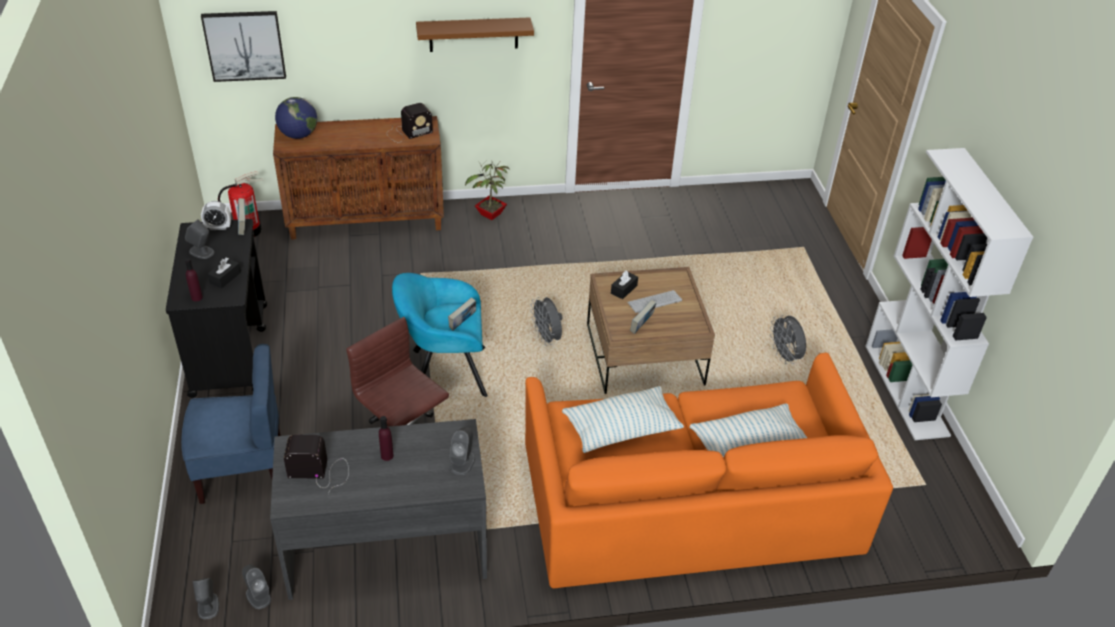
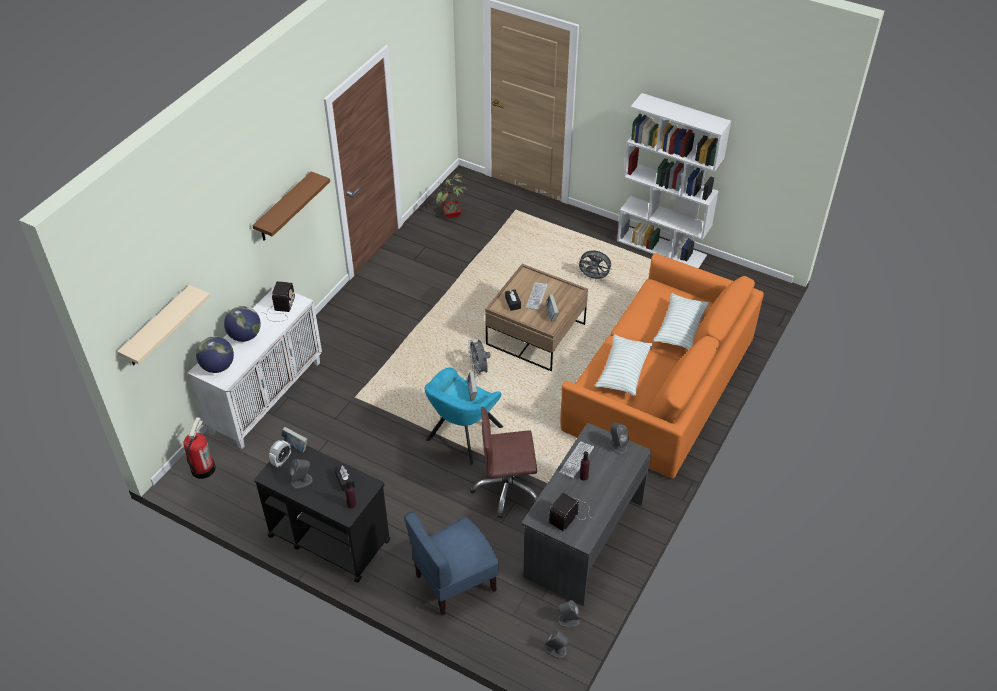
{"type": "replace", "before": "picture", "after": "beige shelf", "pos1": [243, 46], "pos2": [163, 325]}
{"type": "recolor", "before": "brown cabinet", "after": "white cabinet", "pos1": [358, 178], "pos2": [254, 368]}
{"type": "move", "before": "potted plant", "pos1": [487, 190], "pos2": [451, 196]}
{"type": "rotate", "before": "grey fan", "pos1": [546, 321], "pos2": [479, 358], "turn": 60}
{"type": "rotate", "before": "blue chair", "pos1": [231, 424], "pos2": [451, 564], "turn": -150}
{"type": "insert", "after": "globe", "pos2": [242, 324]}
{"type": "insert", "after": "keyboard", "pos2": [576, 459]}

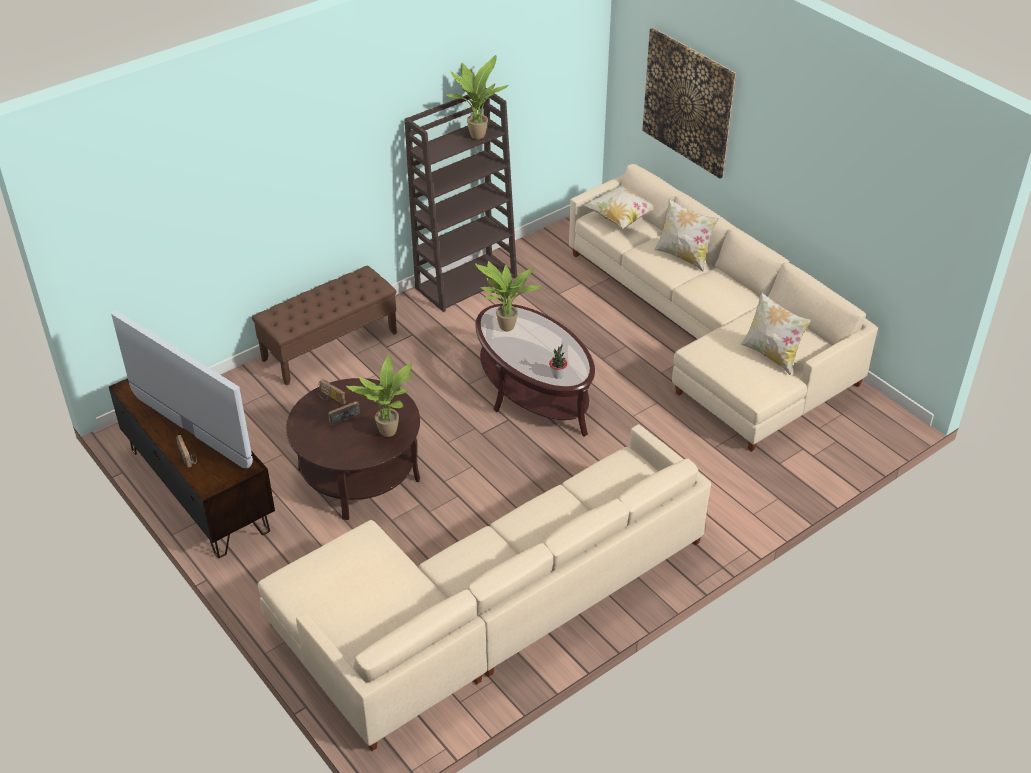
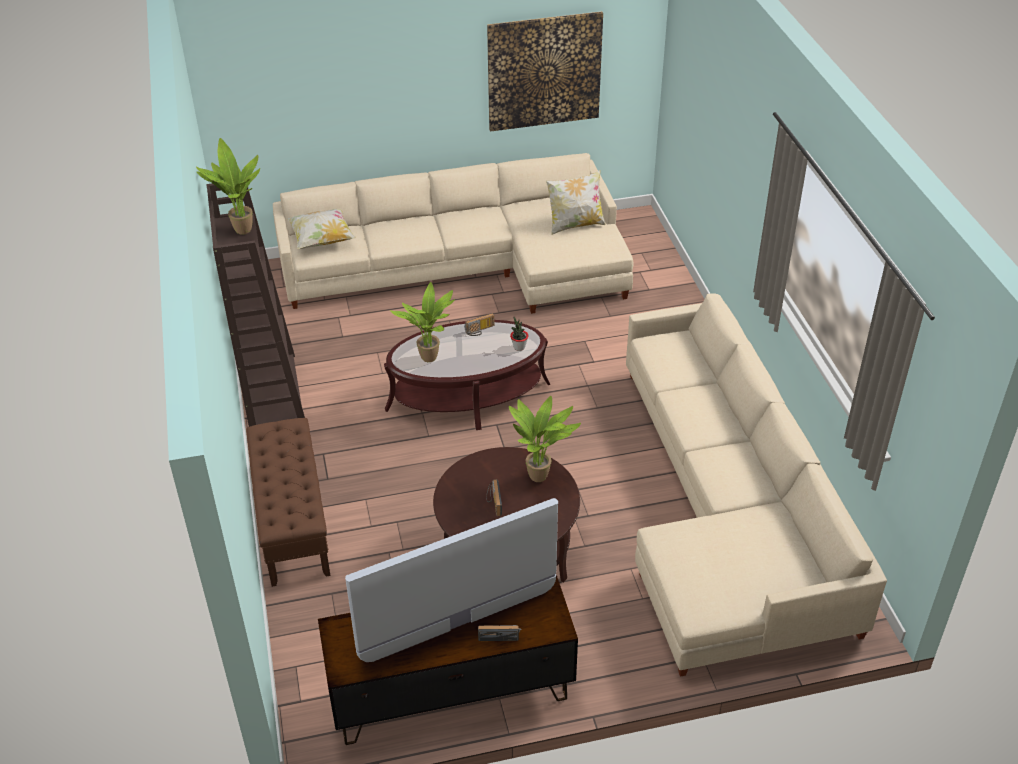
{"type": "move", "before": "picture", "pos1": [689, 103], "pos2": [545, 71]}
{"type": "delete", "before": "pillow", "pos1": [687, 235]}
{"type": "move", "before": "radio", "pos1": [331, 392], "pos2": [479, 324]}

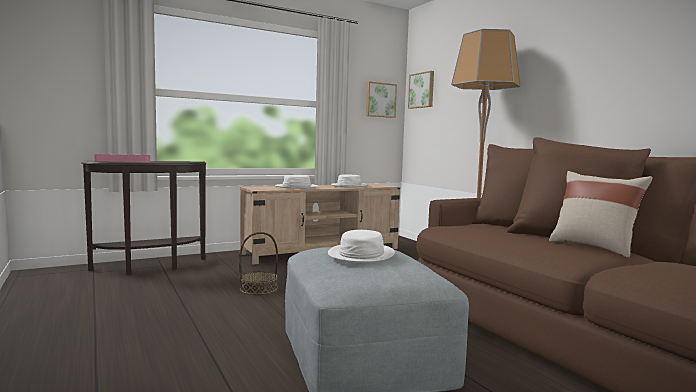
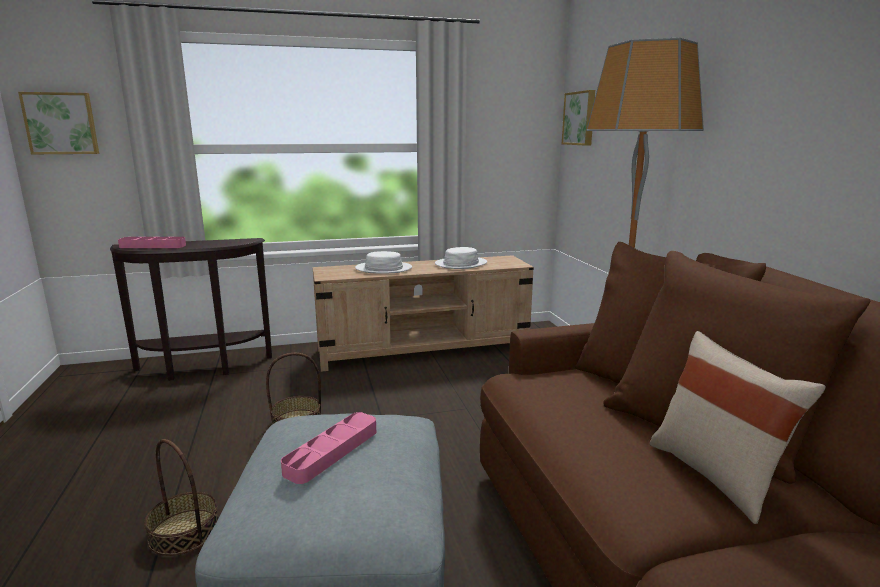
{"type": "move", "before": "picture", "pos1": [381, 99], "pos2": [58, 123]}
{"type": "replace", "before": "white hat", "after": "pink tray", "pos1": [361, 246], "pos2": [328, 448]}
{"type": "insert", "after": "basket", "pos2": [181, 497]}

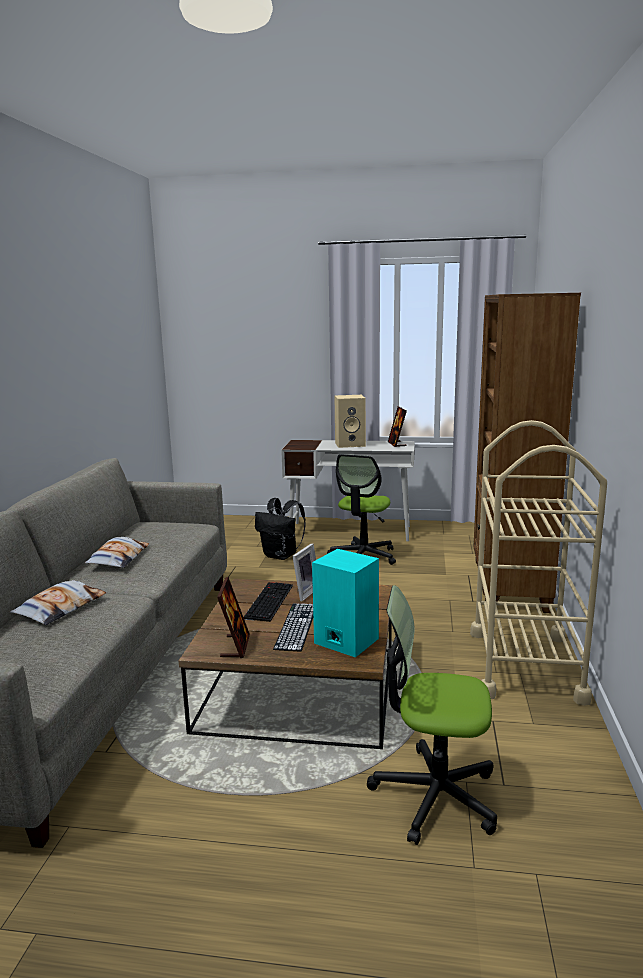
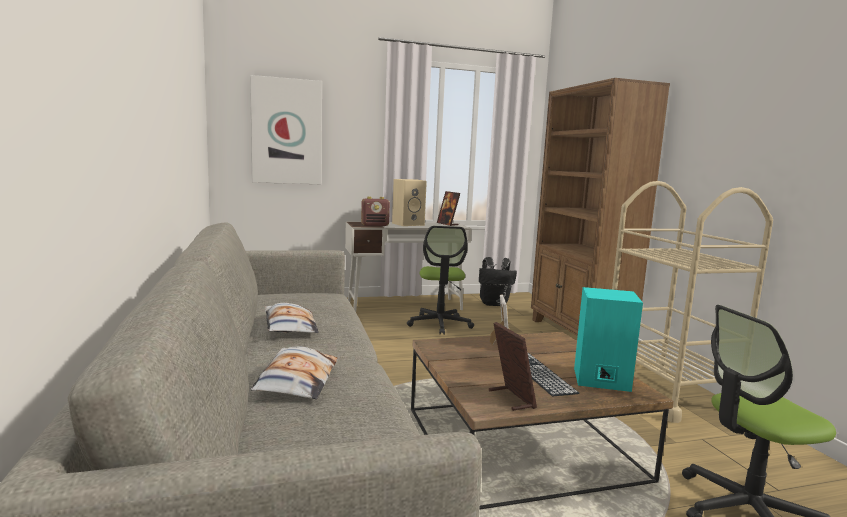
{"type": "move", "before": "black backpack", "pos1": [280, 529], "pos2": [498, 281]}
{"type": "delete", "before": "keyboard", "pos1": [268, 602]}
{"type": "insert", "after": "picture", "pos2": [286, 129]}
{"type": "insert", "after": "radio", "pos2": [375, 211]}

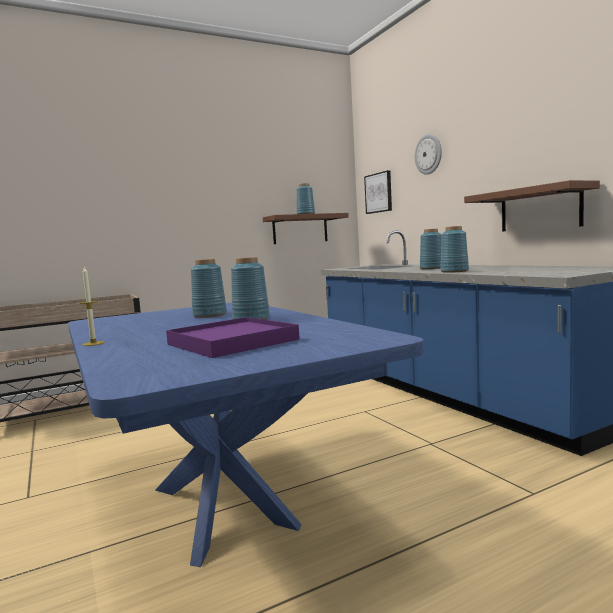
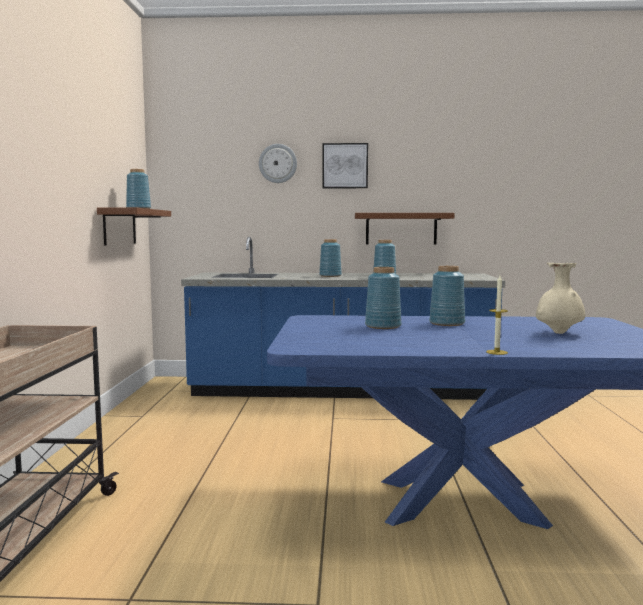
{"type": "move", "before": "picture", "pos1": [378, 192], "pos2": [345, 165]}
{"type": "replace", "before": "purple tray", "after": "beige vase", "pos1": [233, 337], "pos2": [560, 298]}

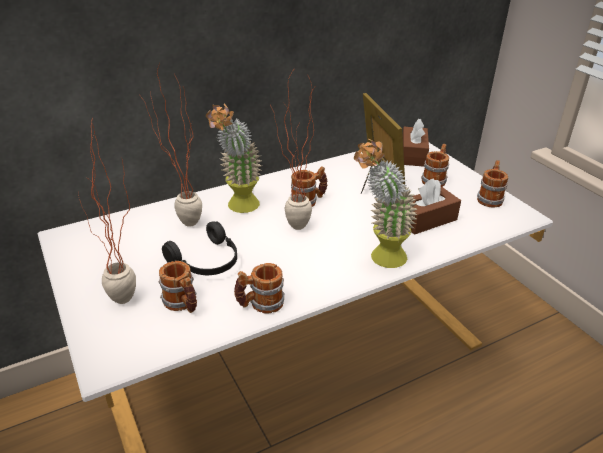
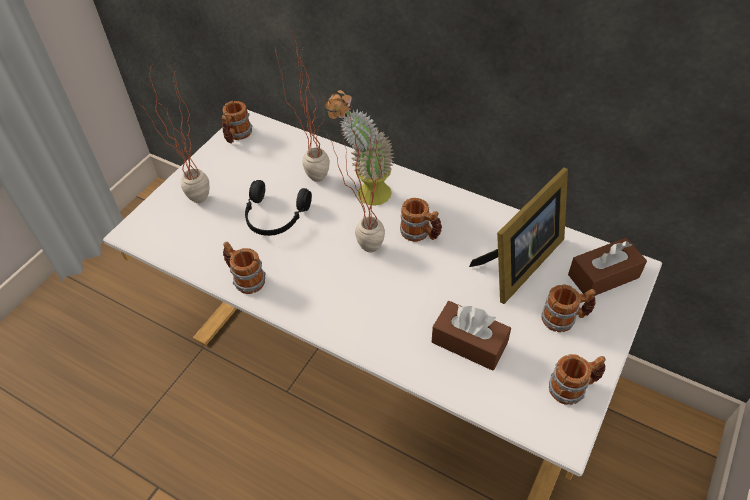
{"type": "delete", "before": "potted plant", "pos1": [386, 203]}
{"type": "move", "before": "mug", "pos1": [178, 287], "pos2": [237, 122]}

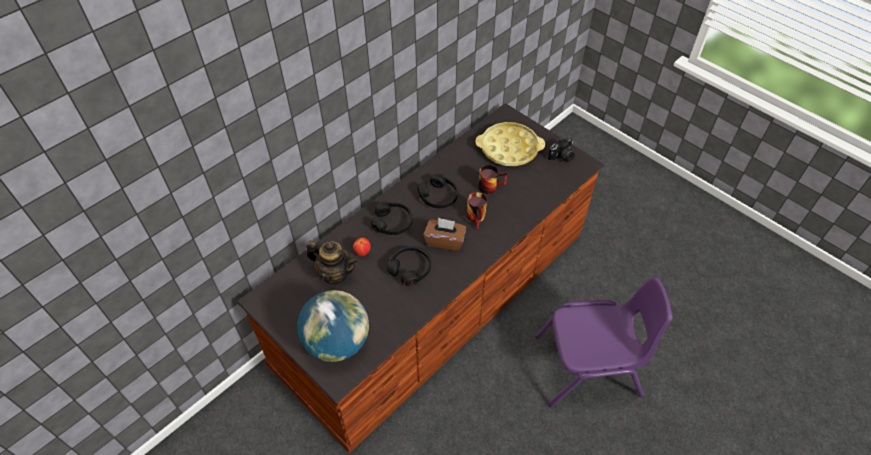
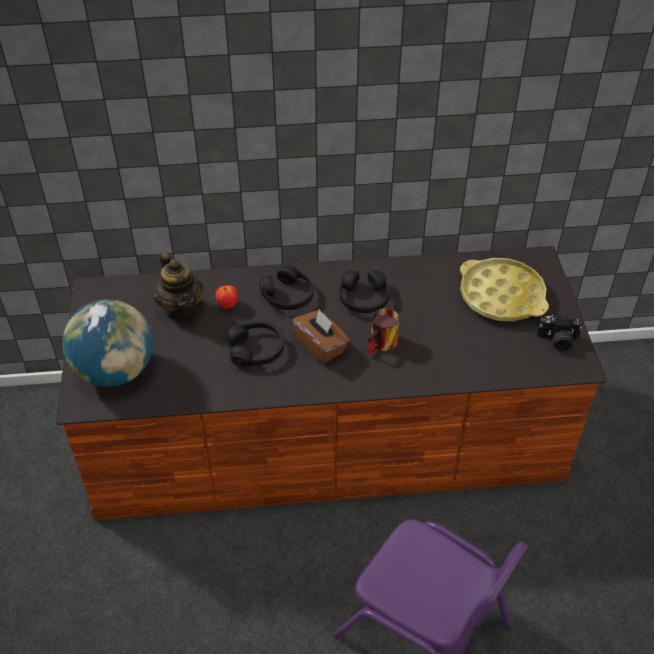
{"type": "delete", "before": "mug", "pos1": [492, 179]}

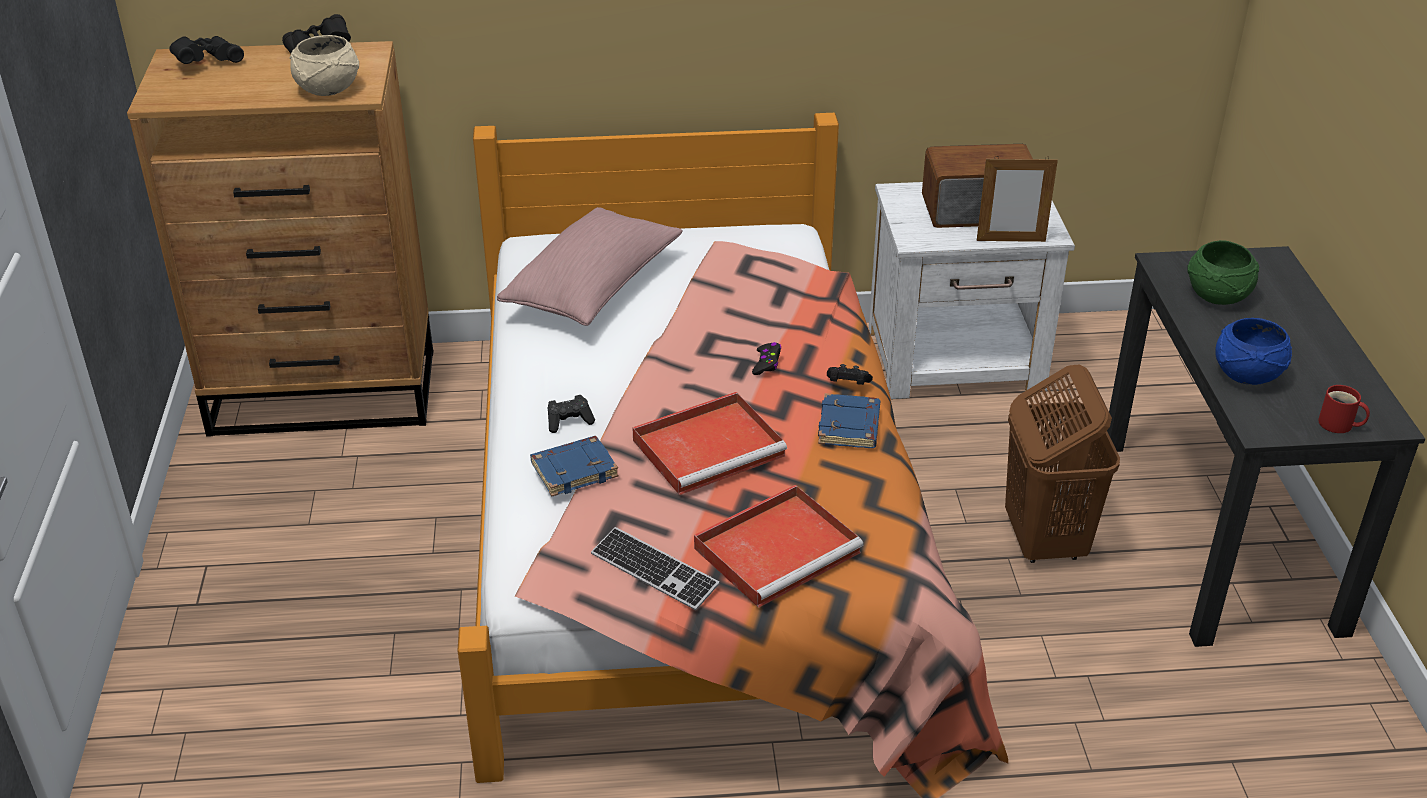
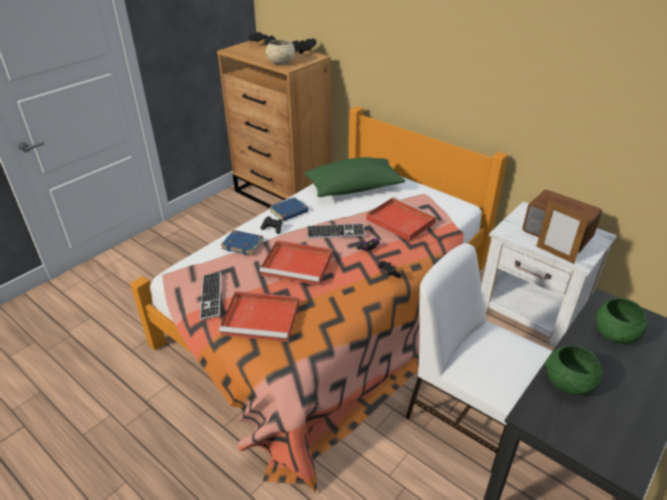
{"type": "recolor", "before": "pink pillow", "after": "green pillow", "pos1": [590, 266], "pos2": [354, 177]}
{"type": "recolor", "before": "blue bowl", "after": "green bowl", "pos1": [1253, 351], "pos2": [574, 370]}
{"type": "replace", "before": "brown laundry basket", "after": "white chair", "pos1": [1062, 463], "pos2": [478, 357]}
{"type": "delete", "before": "red mug", "pos1": [1344, 409]}
{"type": "move", "before": "blue book", "pos1": [849, 420], "pos2": [289, 209]}
{"type": "insert", "after": "red tray", "pos2": [401, 219]}
{"type": "insert", "after": "keyboard", "pos2": [336, 230]}

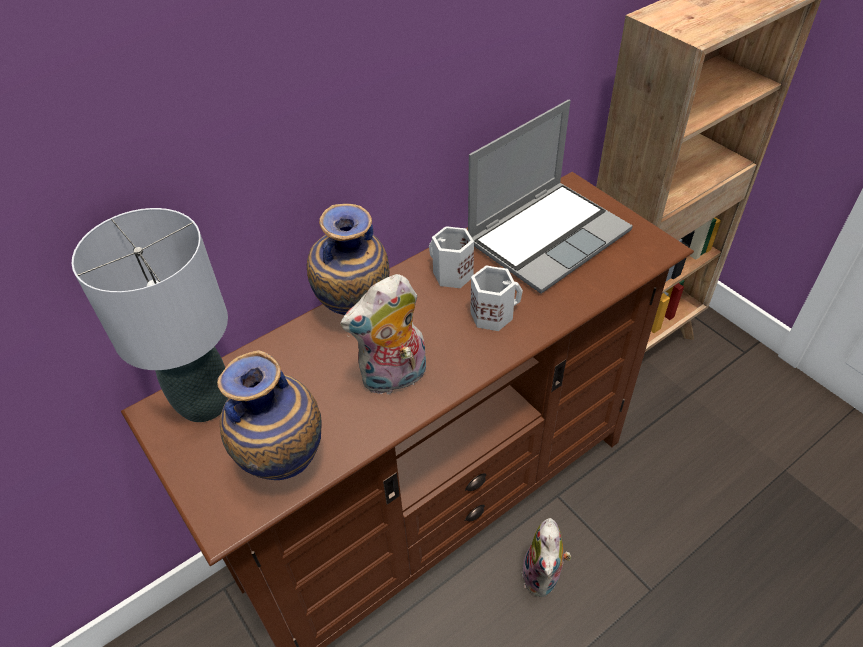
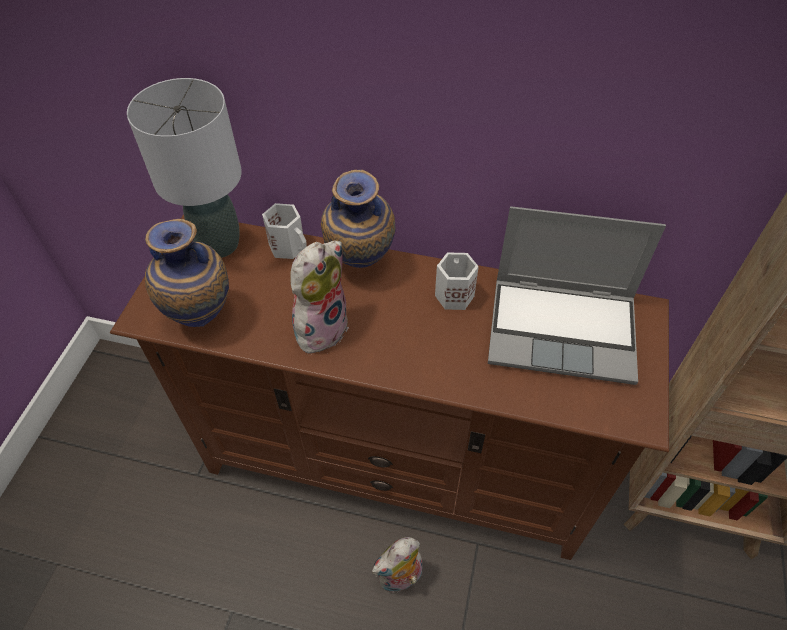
{"type": "move", "before": "white mug", "pos1": [496, 298], "pos2": [284, 231]}
{"type": "rotate", "before": "plush toy", "pos1": [383, 334], "pos2": [319, 297], "turn": 105}

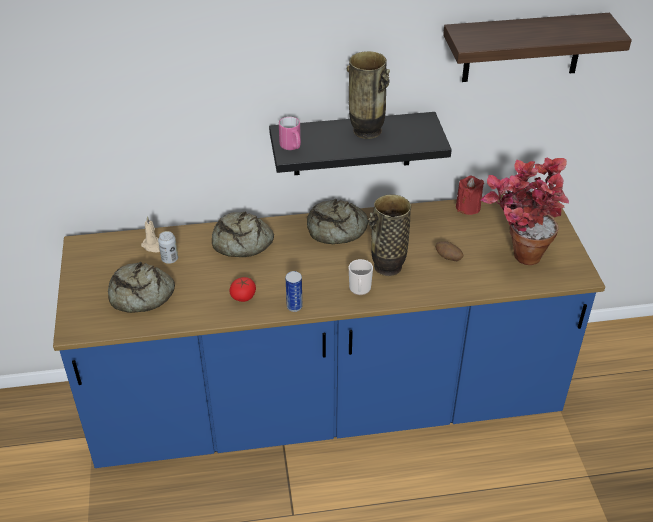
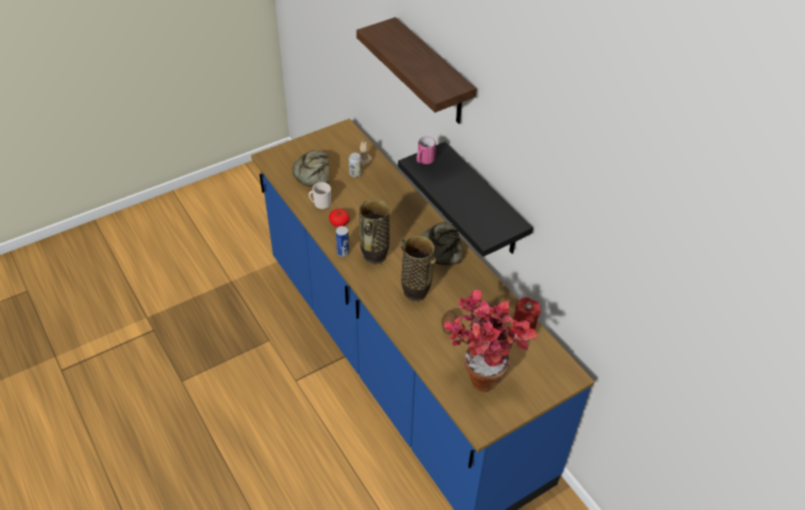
{"type": "move", "before": "shelf", "pos1": [537, 47], "pos2": [416, 70]}
{"type": "move", "before": "vase", "pos1": [368, 95], "pos2": [374, 231]}
{"type": "delete", "before": "bread", "pos1": [243, 234]}
{"type": "move", "before": "mug", "pos1": [361, 277], "pos2": [320, 195]}

